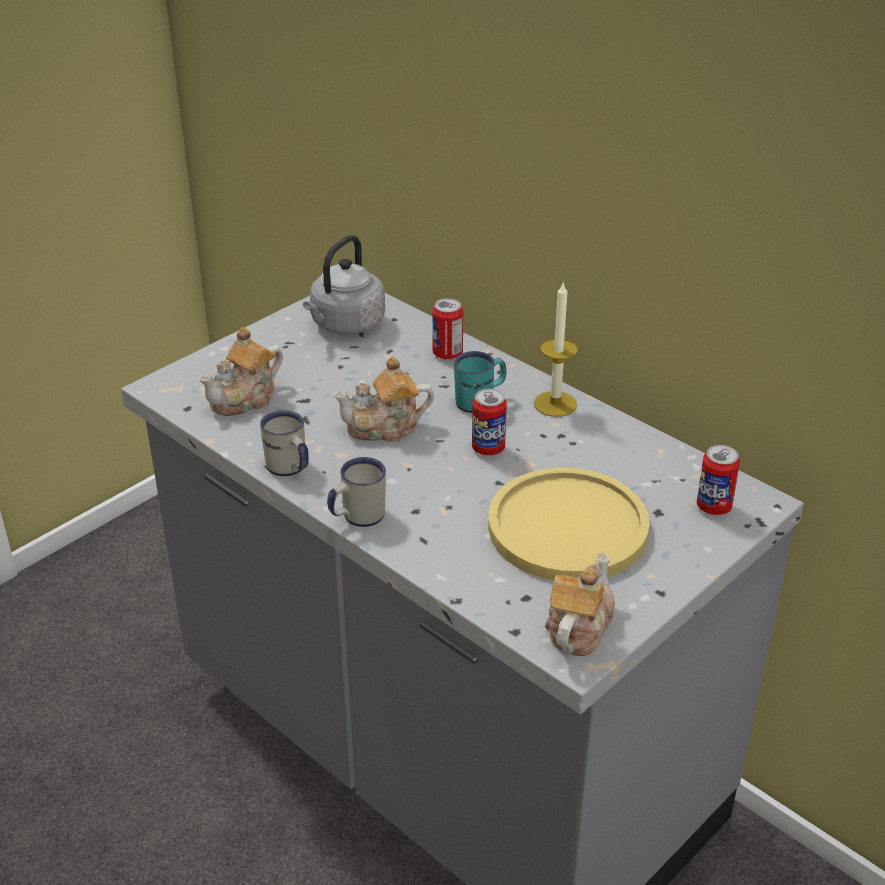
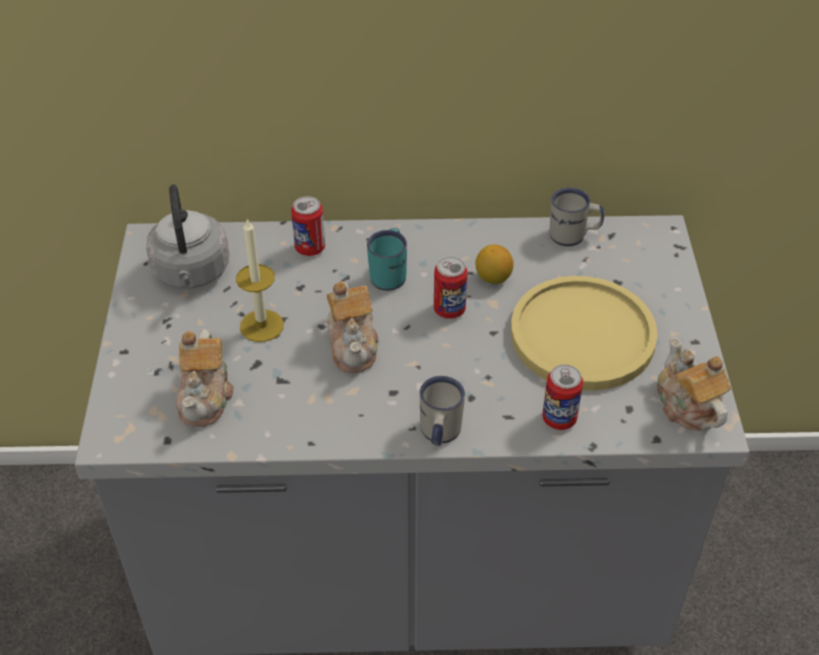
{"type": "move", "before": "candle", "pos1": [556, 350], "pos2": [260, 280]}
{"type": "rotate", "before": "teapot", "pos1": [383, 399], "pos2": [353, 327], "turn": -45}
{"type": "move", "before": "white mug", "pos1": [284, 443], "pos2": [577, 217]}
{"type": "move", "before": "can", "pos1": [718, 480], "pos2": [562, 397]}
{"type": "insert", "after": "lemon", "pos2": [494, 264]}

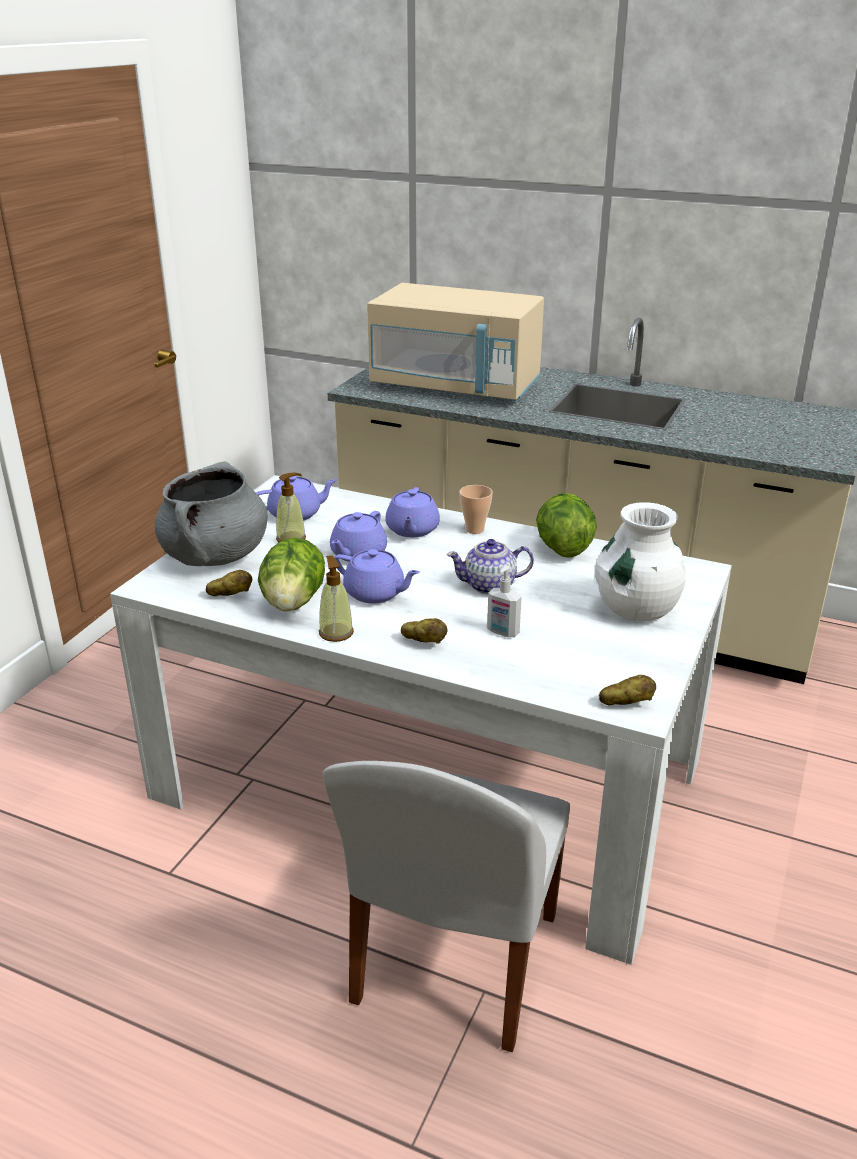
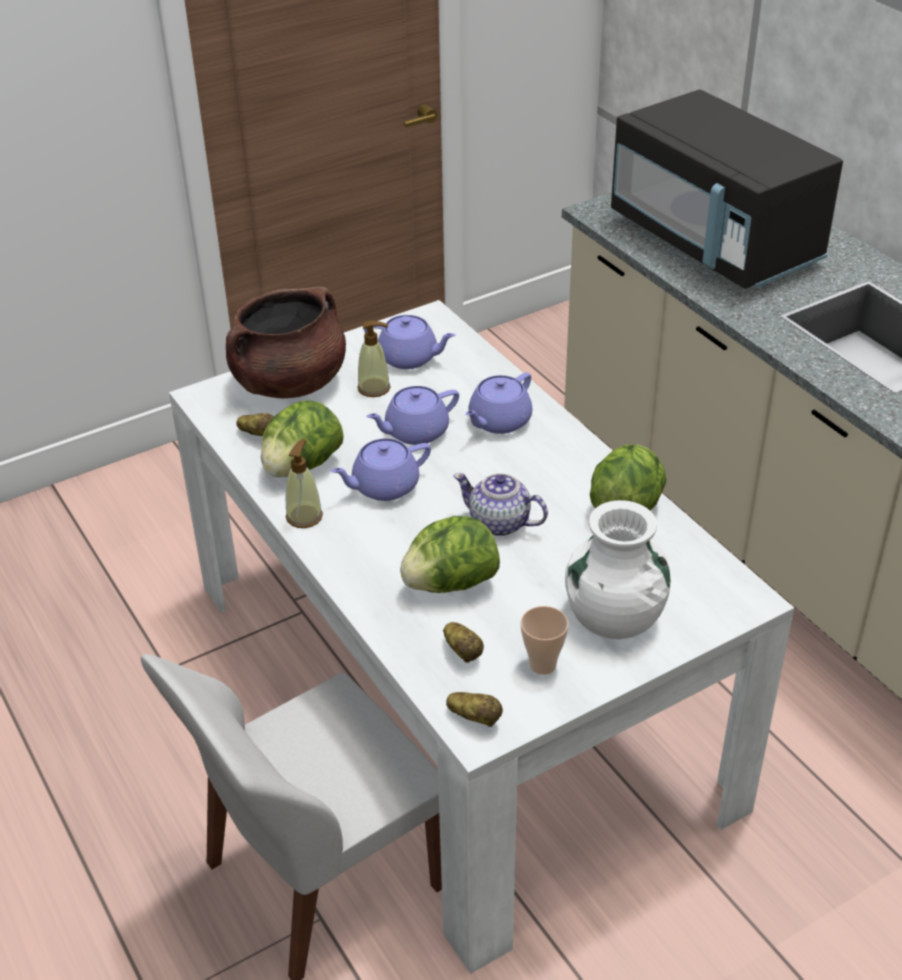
{"type": "recolor", "before": "beige microwave", "after": "black microwave", "pos1": [455, 342], "pos2": [727, 189]}
{"type": "recolor", "before": "grey cooking pot", "after": "brown cooking pot", "pos1": [211, 513], "pos2": [286, 342]}
{"type": "move", "before": "cup", "pos1": [476, 509], "pos2": [545, 640]}
{"type": "rotate", "before": "purple teapot", "pos1": [377, 576], "pos2": [381, 469], "turn": 90}
{"type": "replace", "before": "soap dispenser", "after": "lettuce", "pos1": [504, 601], "pos2": [450, 554]}
{"type": "move", "before": "potato", "pos1": [424, 631], "pos2": [463, 642]}

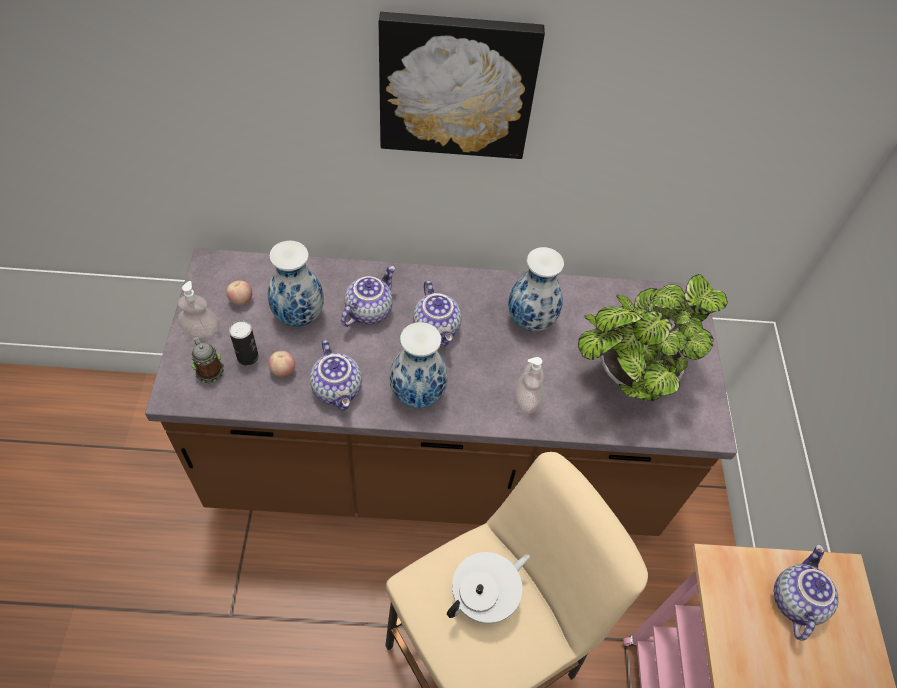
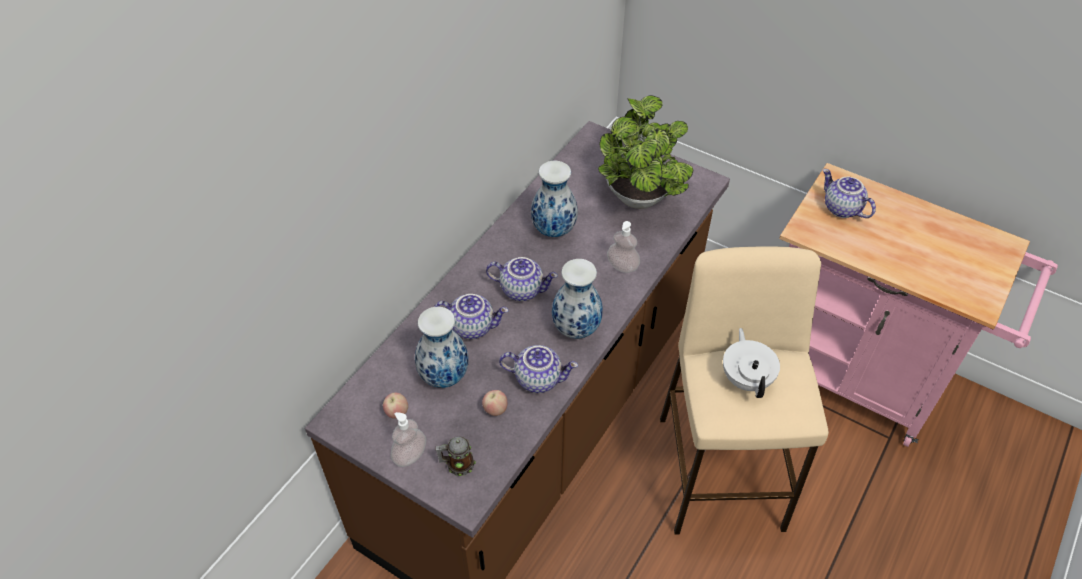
{"type": "delete", "before": "picture", "pos1": [462, 85]}
{"type": "rotate", "before": "teapot", "pos1": [368, 296], "pos2": [471, 316], "turn": 120}
{"type": "delete", "before": "can", "pos1": [244, 343]}

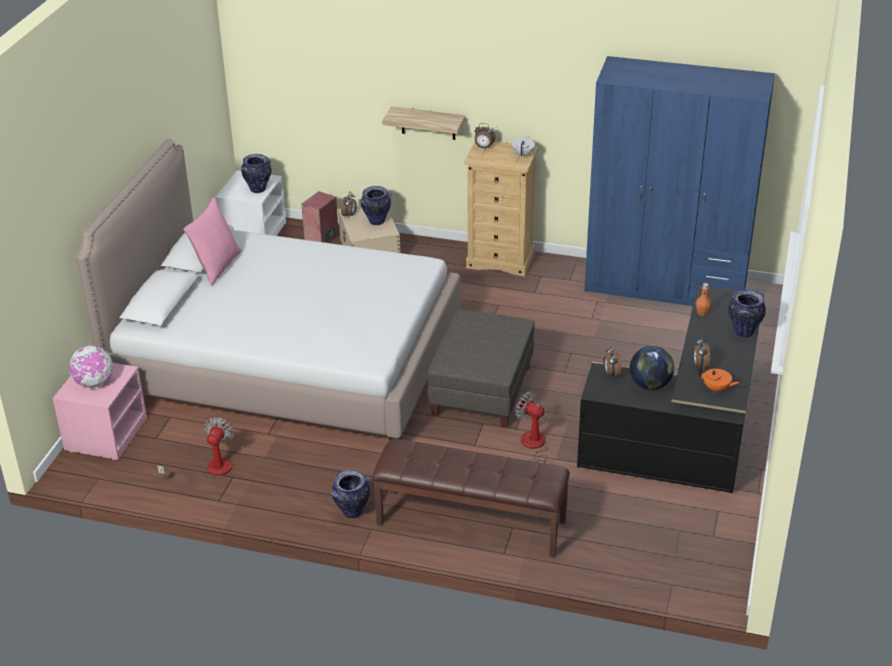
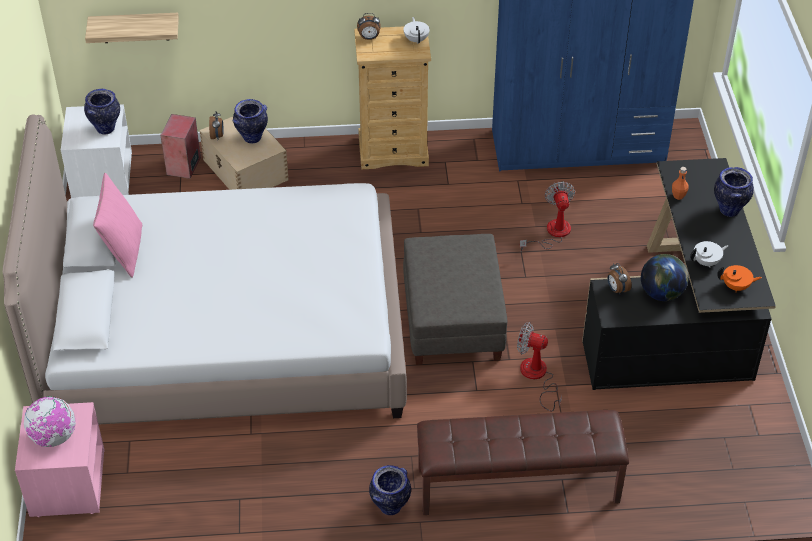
{"type": "move", "before": "shelf", "pos1": [424, 123], "pos2": [132, 28]}
{"type": "replace", "before": "alarm clock", "after": "white teapot", "pos1": [701, 352], "pos2": [709, 254]}
{"type": "move", "before": "fan", "pos1": [195, 450], "pos2": [547, 216]}

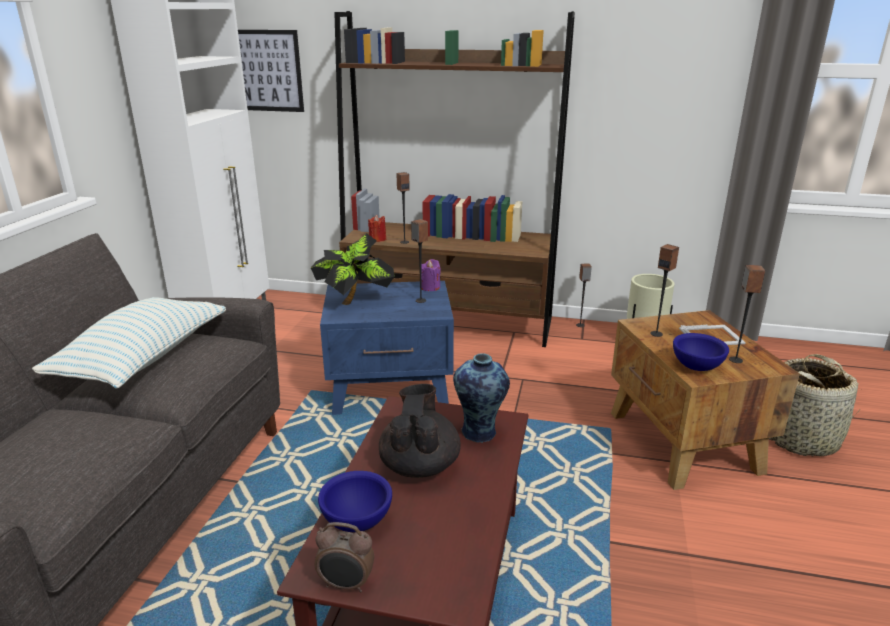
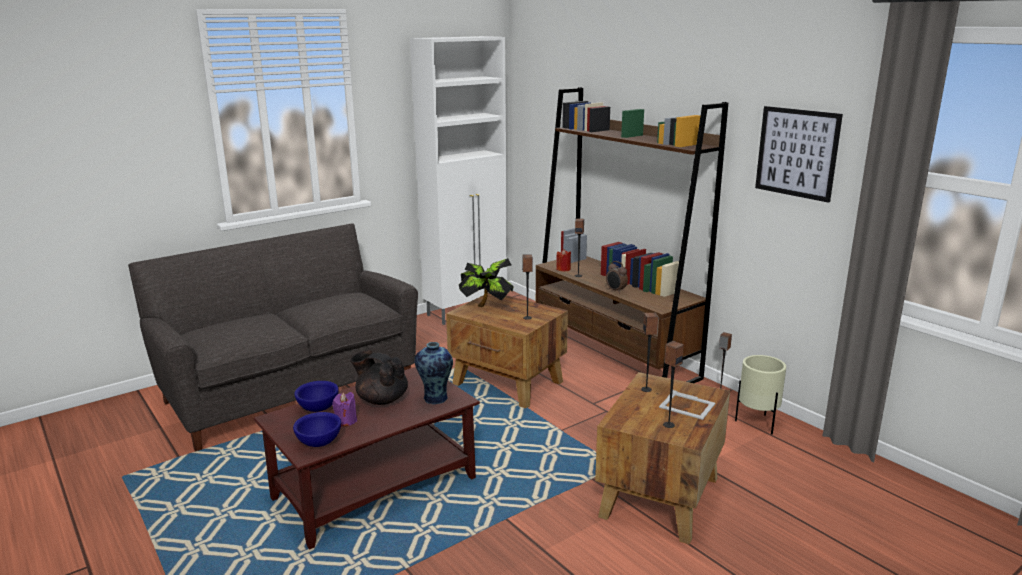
{"type": "move", "before": "picture", "pos1": [271, 71], "pos2": [799, 154]}
{"type": "move", "before": "purple candle", "pos1": [431, 275], "pos2": [344, 409]}
{"type": "recolor", "before": "blue side table", "after": "brown side table", "pos1": [387, 348], "pos2": [507, 350]}
{"type": "delete", "before": "pillow", "pos1": [129, 343]}
{"type": "move", "before": "blue bowl", "pos1": [701, 352], "pos2": [317, 429]}
{"type": "delete", "before": "basket", "pos1": [815, 405]}
{"type": "rotate", "before": "black teapot", "pos1": [420, 431], "pos2": [379, 377], "turn": -105}
{"type": "move", "before": "alarm clock", "pos1": [344, 557], "pos2": [617, 277]}

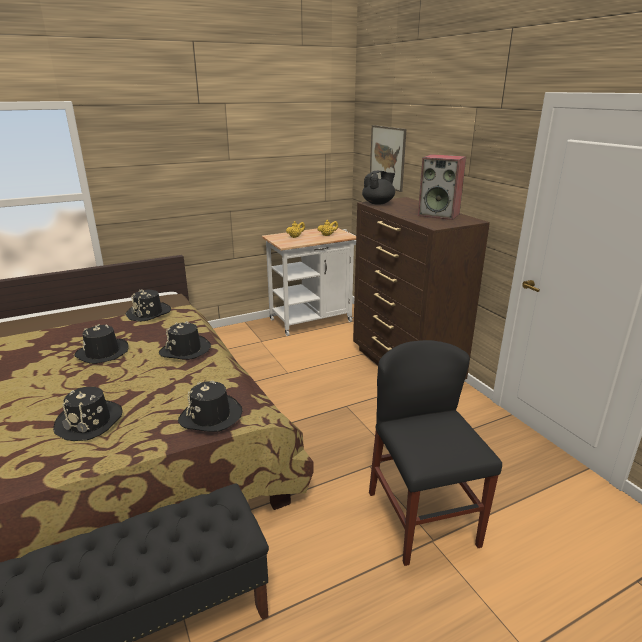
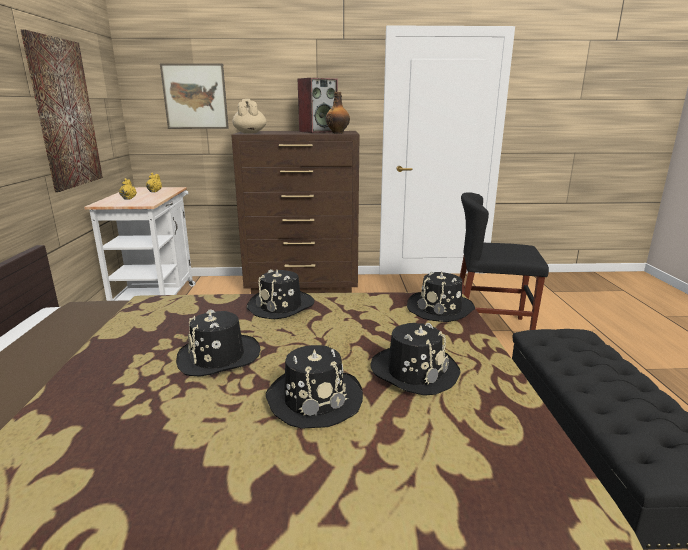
{"type": "recolor", "before": "black teapot", "after": "beige teapot", "pos1": [378, 188], "pos2": [249, 116]}
{"type": "move", "before": "black hat", "pos1": [148, 305], "pos2": [314, 387]}
{"type": "insert", "after": "picture", "pos2": [61, 110]}
{"type": "insert", "after": "bottle", "pos2": [338, 113]}

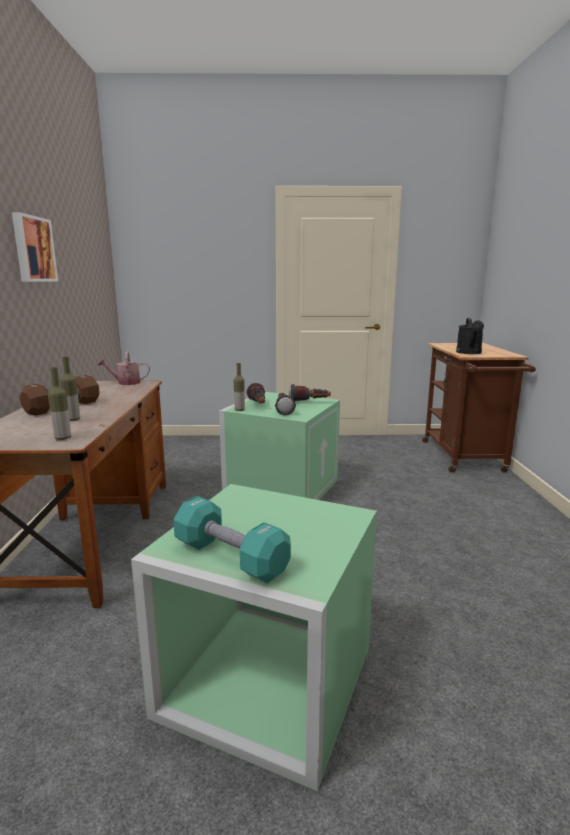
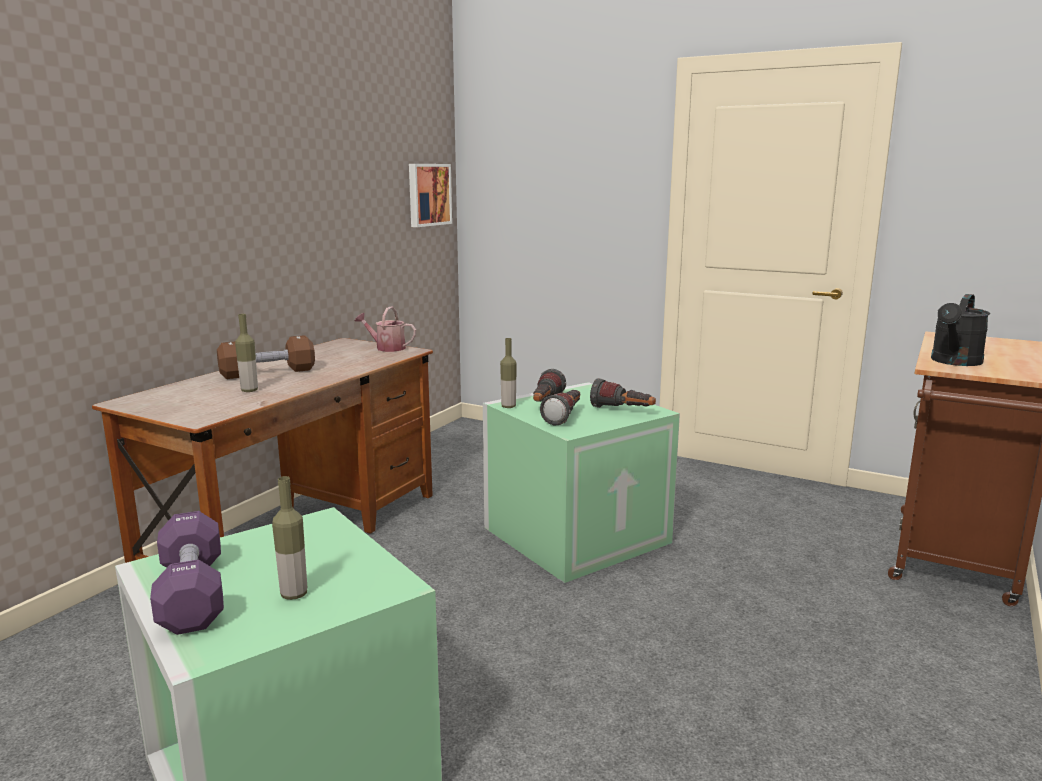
{"type": "move", "before": "picture", "pos1": [35, 247], "pos2": [430, 195]}
{"type": "move", "before": "bottle", "pos1": [59, 403], "pos2": [289, 538]}
{"type": "recolor", "before": "turquoise dumbbell", "after": "purple dumbbell", "pos1": [232, 539], "pos2": [187, 573]}

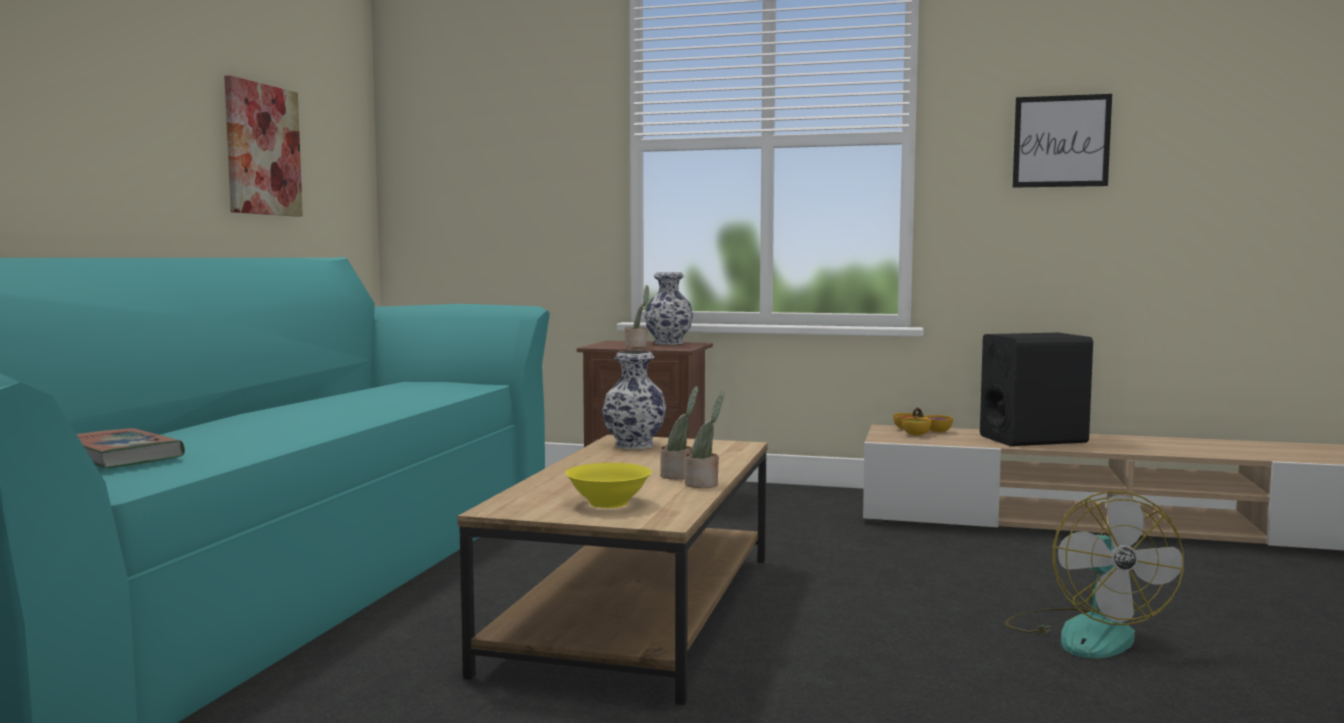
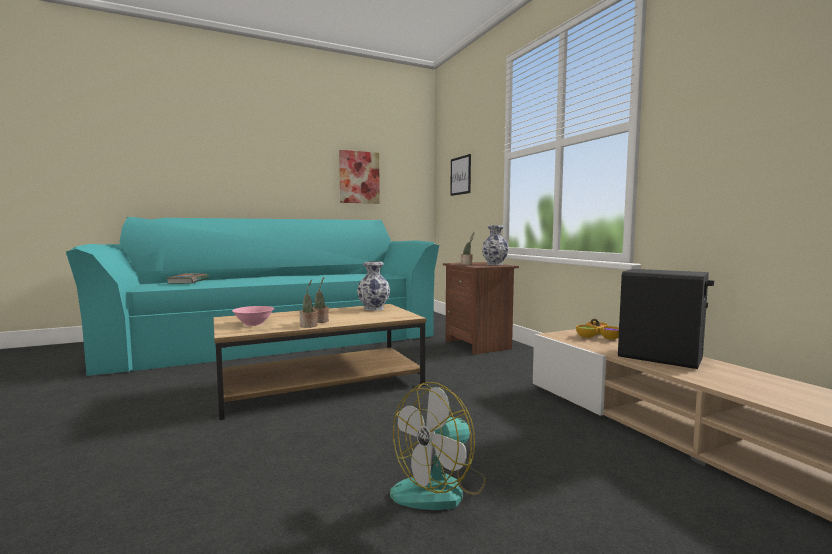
{"type": "move", "before": "picture", "pos1": [1062, 141], "pos2": [460, 175]}
{"type": "recolor", "before": "yellow bowl", "after": "pink bowl", "pos1": [608, 485], "pos2": [253, 316]}

